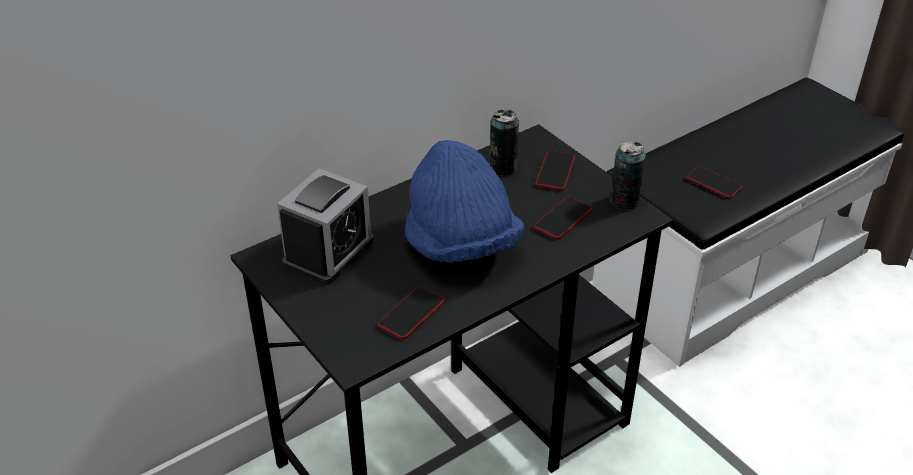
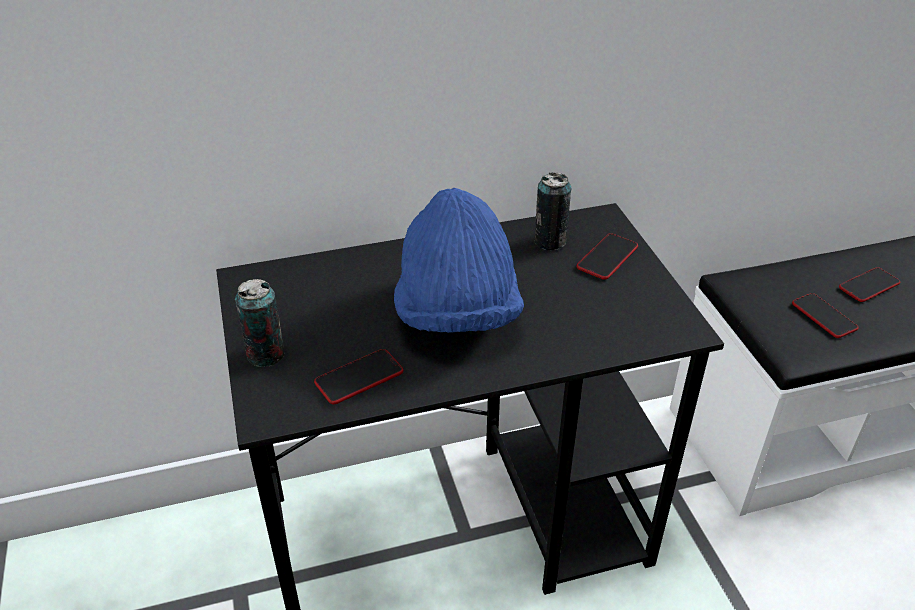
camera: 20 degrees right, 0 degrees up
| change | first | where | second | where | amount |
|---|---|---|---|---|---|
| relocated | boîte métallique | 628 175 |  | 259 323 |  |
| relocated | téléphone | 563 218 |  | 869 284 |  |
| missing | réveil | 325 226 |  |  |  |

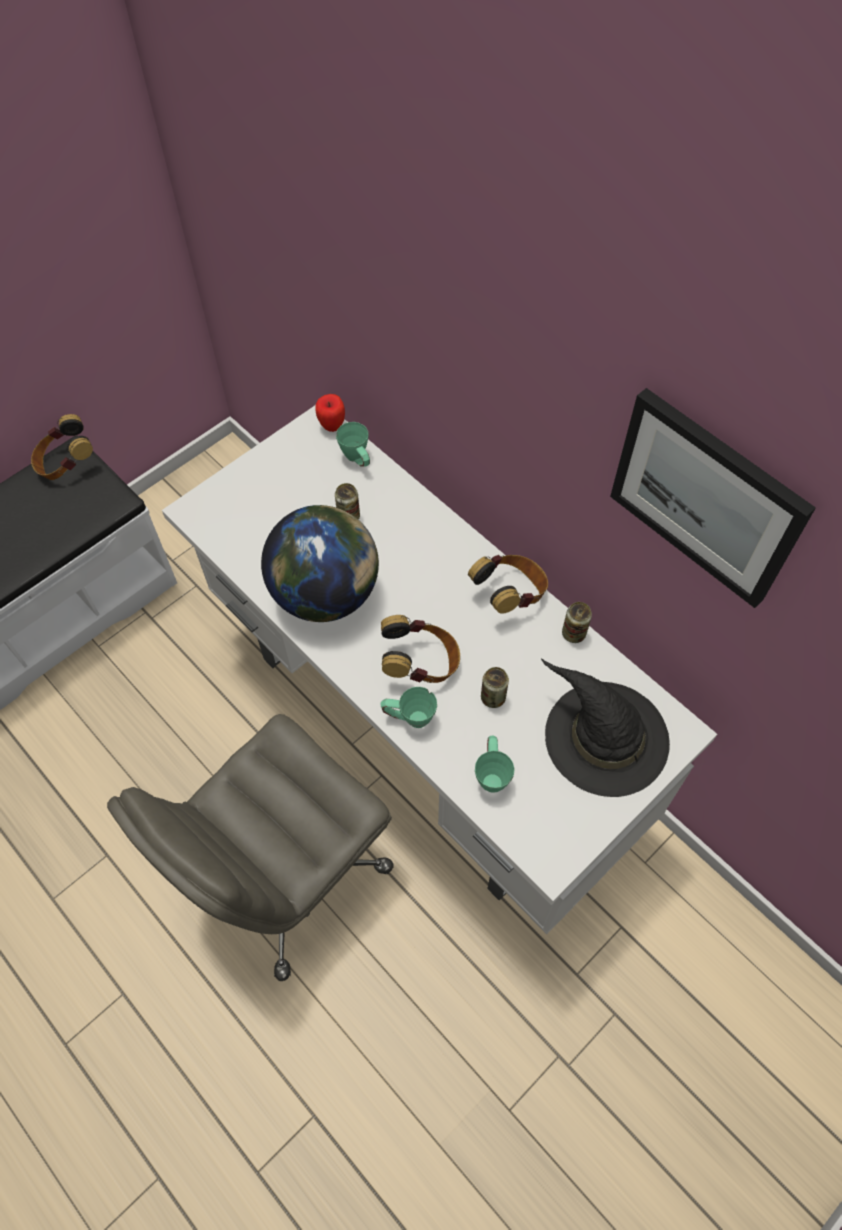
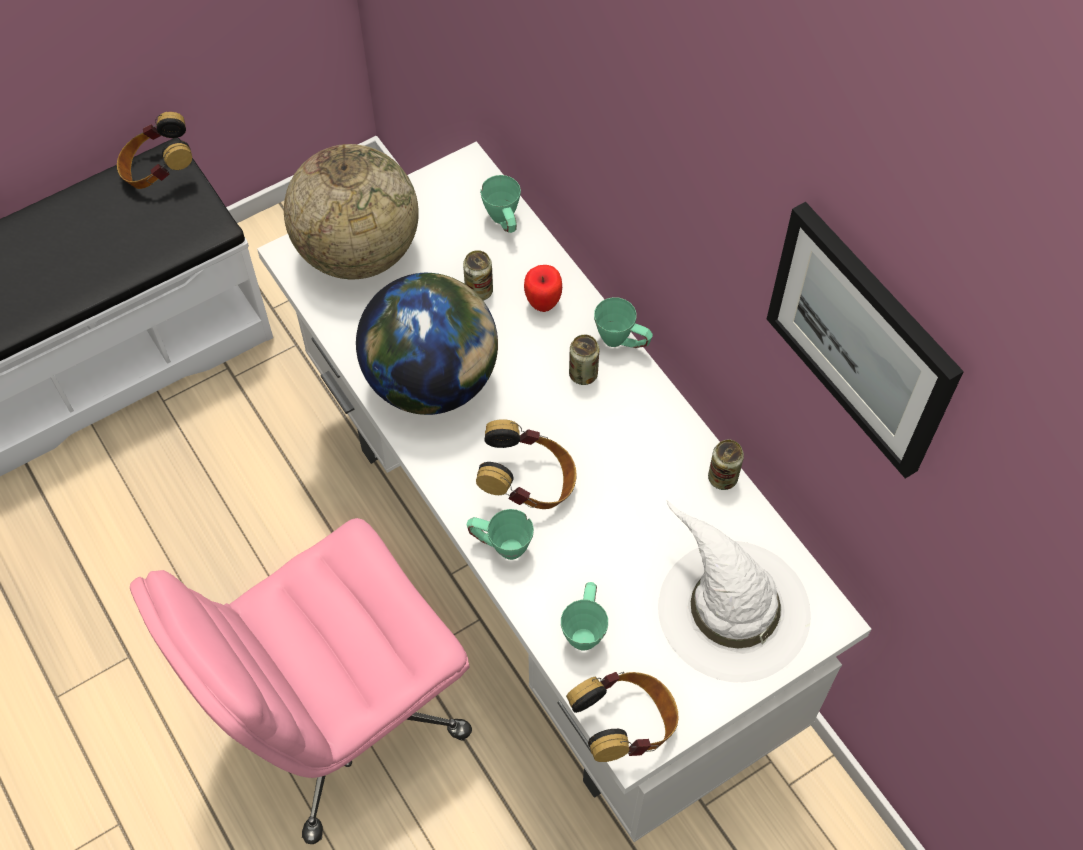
camera: 10 degrees right, 0 degrees up
| change | first | where | second | where | amount |
|---|---|---|---|---|---|
| colour | chaise de bureau (gris) | 250 847 | chaise de bureau (rose) | 301 681 |  |
| appeared |  |  | globe | 351 211 |  |
| relocated | pomme | 330 413 |  | 543 288 |  |
| relocated | casque audio | 508 584 |  | 622 717 |  |
| relocated | boîte métallique | 495 687 |  | 584 360 |  |
| appeared |  |  | mug (vert) | 623 322 |  |
| colour | chapeau (noir) | 605 728 | chapeau (blanc) | 734 591 |  |

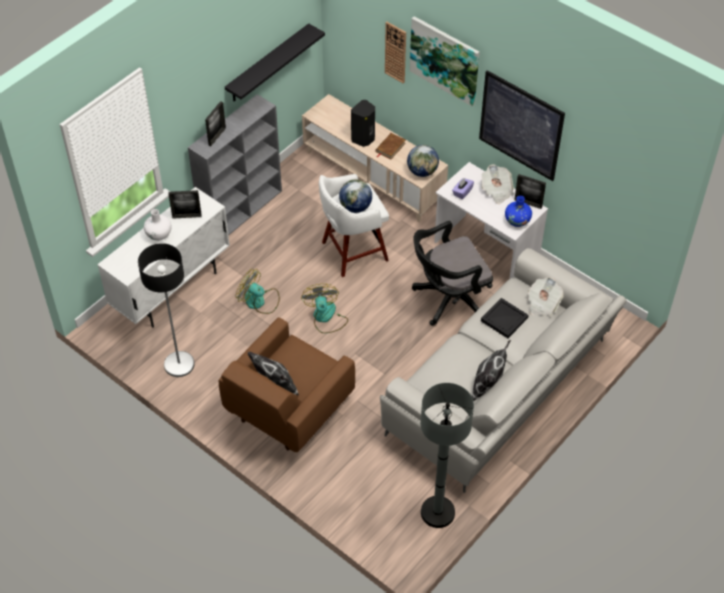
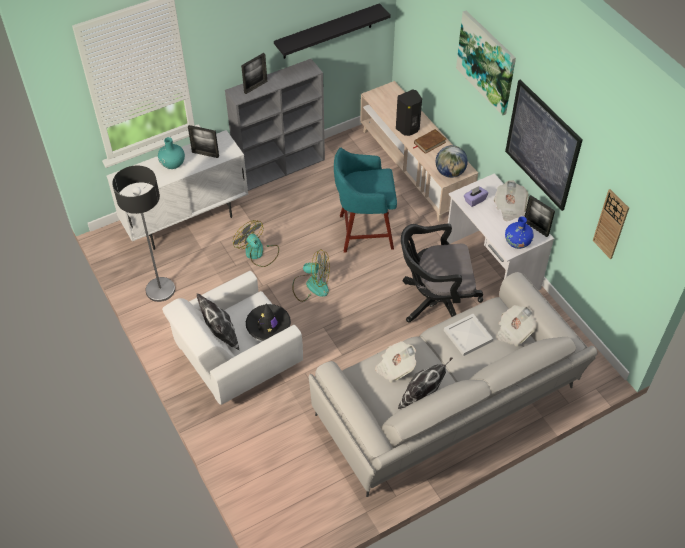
camera: 20 degrees right, 0 degrees up
| change | first | where | second | where | amount |
|---|---|---|---|---|---|
| colour | vase (blanc) | 157 225 | vase (turquoise) | 171 153 |  |
| colour | fauteuil (marron) | 287 385 | fauteuil (blanc) | 232 338 |  |
| appeared |  |  | chapeau (noir) | 268 322 |  |
| spun | ventilateur | 324 308 |  | 311 275 | 90 degrees clockwise |
| colour | tabouret (blanc) | 354 225 | tabouret (turquoise) | 365 200 |  |
| appeared |  |  | journal | 395 361 |  |
| colour | plateau (noir) | 505 318 | plateau (blanc) | 468 335 |  |
| relocated | horloge murale | 395 53 |  | 611 224 |  |
| missing | globe | 355 196 |  |  |  |
| missing | lampadaire (gris) | 447 455 |  |  |  |

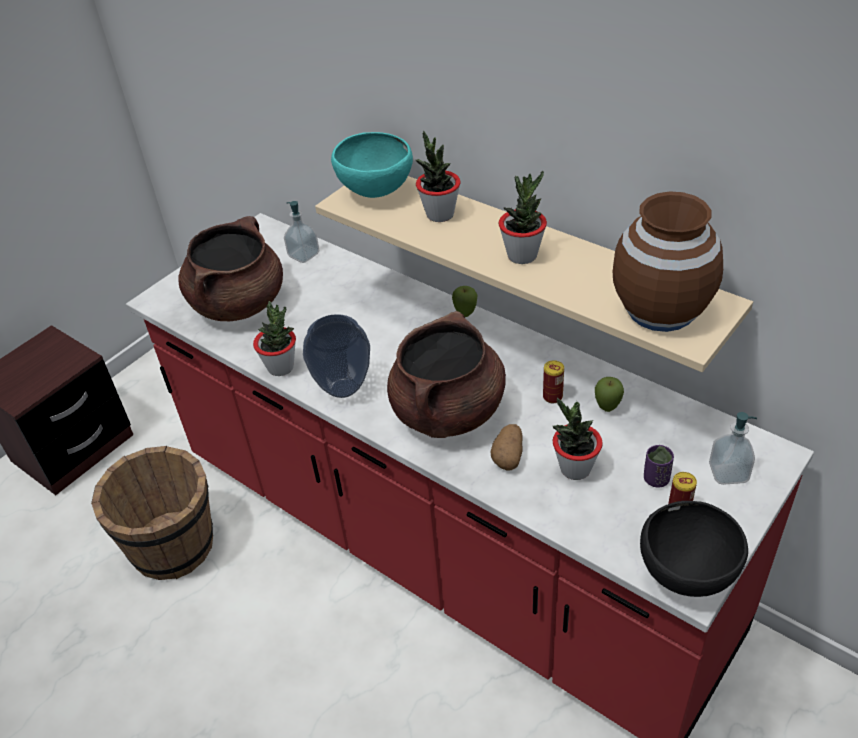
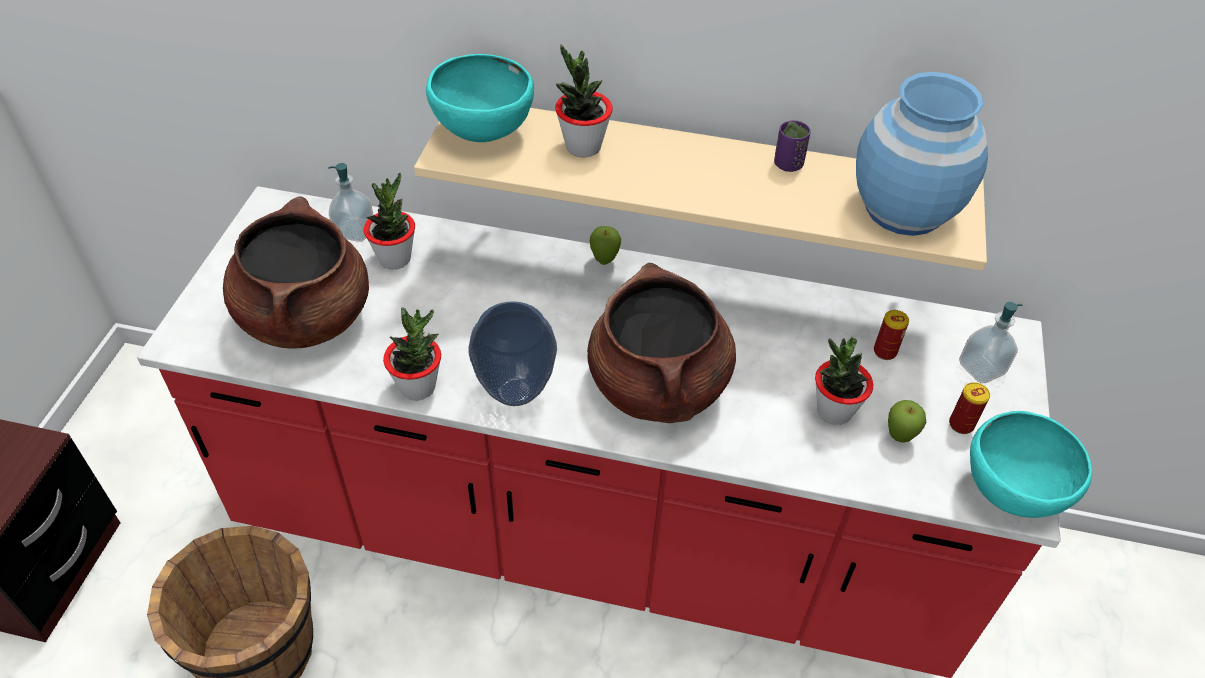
camera: 30 degrees left, 5 degrees up
| change | first | where | second | where | amount |
|---|---|---|---|---|---|
| relocated | plante en pot | 523 217 |  | 389 220 |  |
| relocated | tasse (violet) | 659 466 |  | 792 146 |  |
| colour | vase (marron) | 668 261 | vase (bleu) | 922 154 |  |
| relocated | boîte métallique | 553 381 |  | 891 335 |  |
| relocated | pomme | 609 394 |  | 907 421 |  |
| colour | bol (noir) | 694 549 | bol (turquoise) | 1031 464 |  |
| missing | pomme de terre | 506 447 |  |  |  |

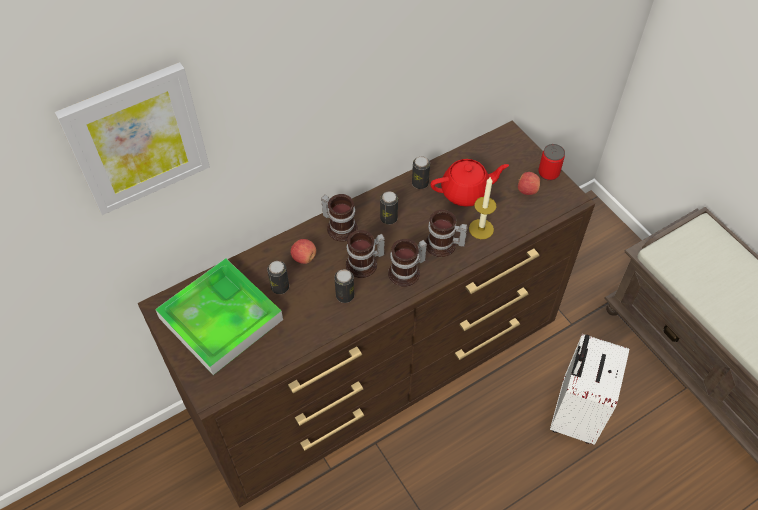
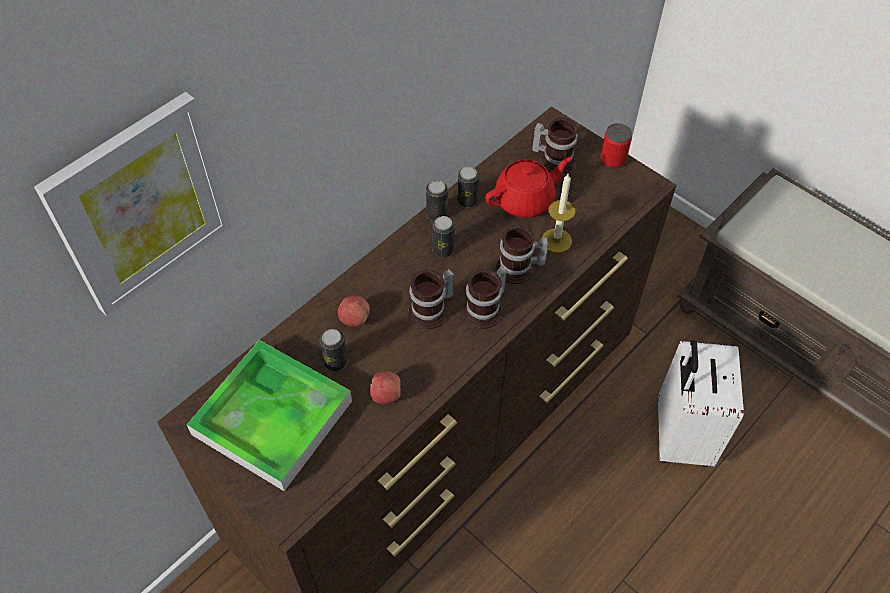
camera: 15 degrees left, 0 degrees up
| change | first | where | second | where | amount |
|---|---|---|---|---|---|
| relocated | pomme | 529 183 |  | 385 387 |  |
| relocated | boîte métallique | 344 286 |  | 437 200 |  |
| relocated | mug | 339 217 |  | 555 145 |  |

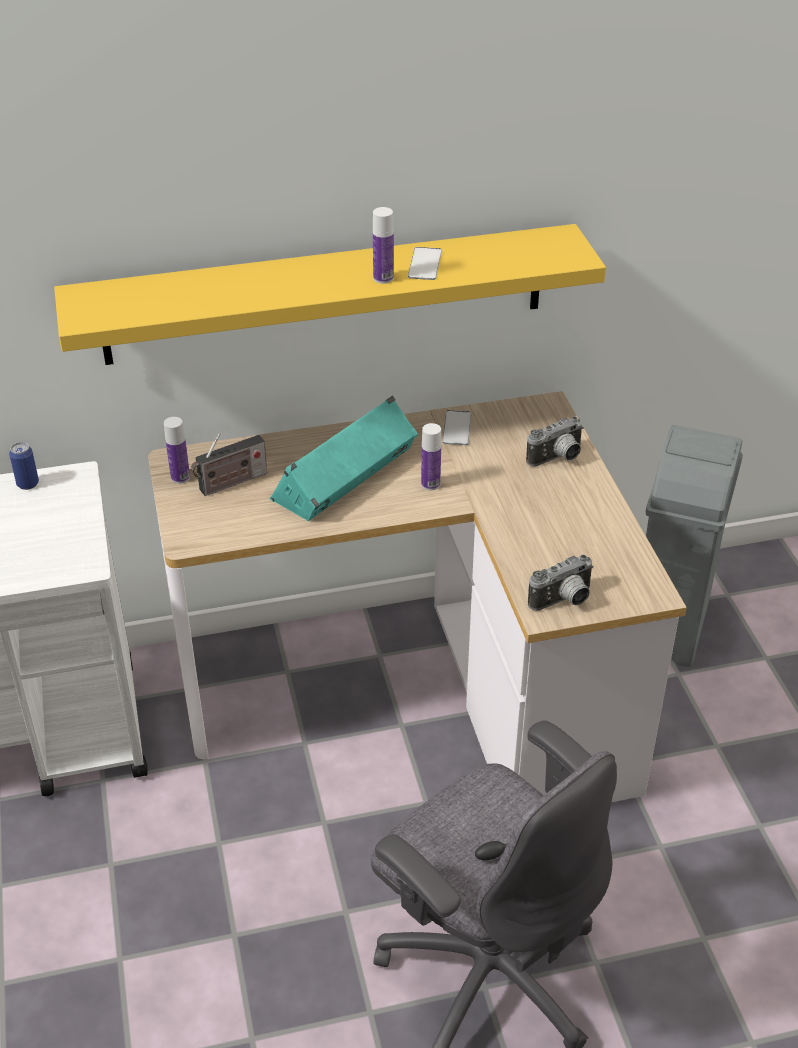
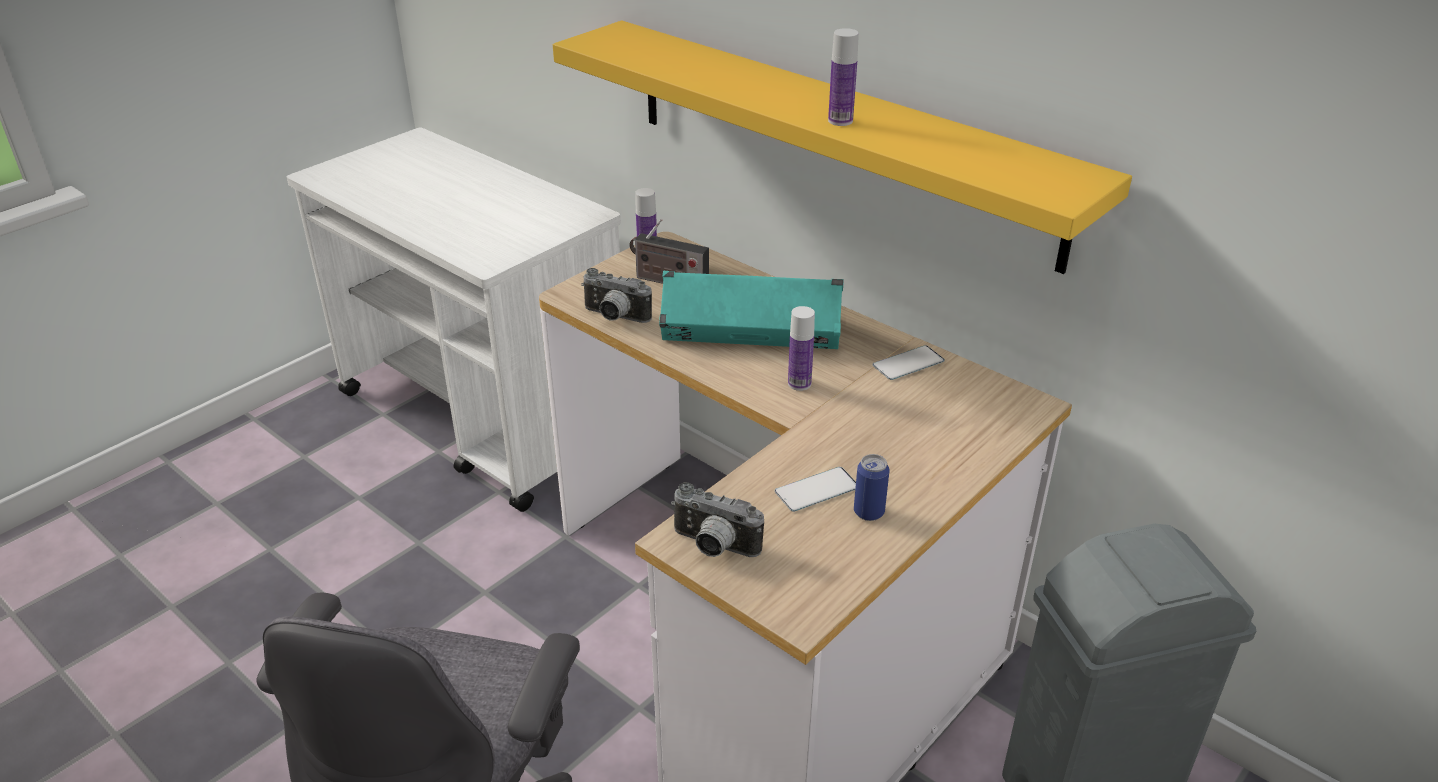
camera: 55 degrees right, 5 degrees down
| change | first | where | second | where | amount |
|---|---|---|---|---|---|
| relocated | appareil photo | 555 441 |  | 616 295 |  |
| relocated | téléphone | 425 263 |  | 815 489 |  |
| relocated | boîte métallique | 24 466 |  | 872 487 |  |

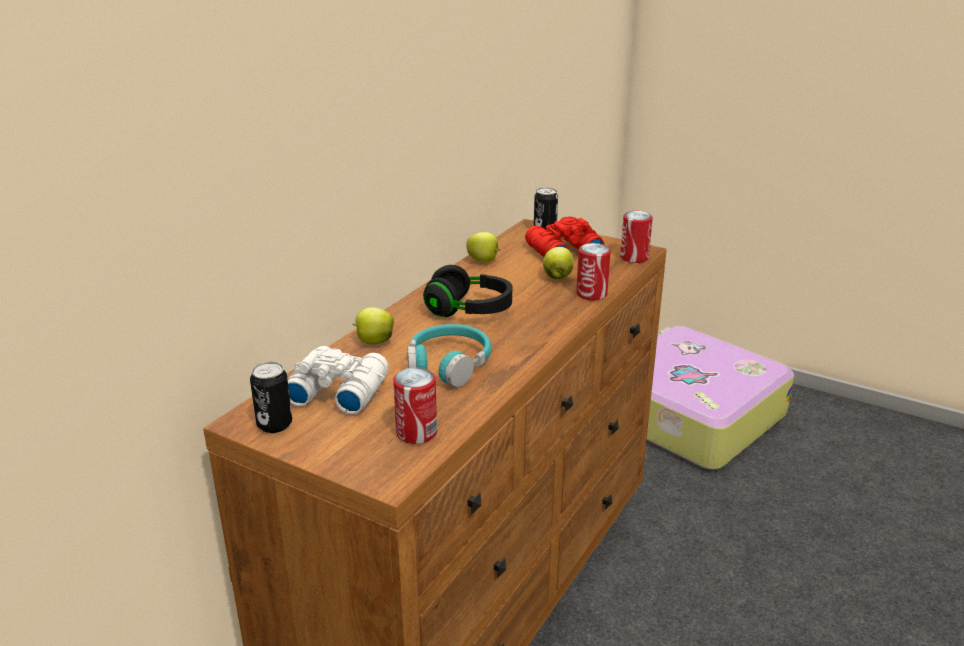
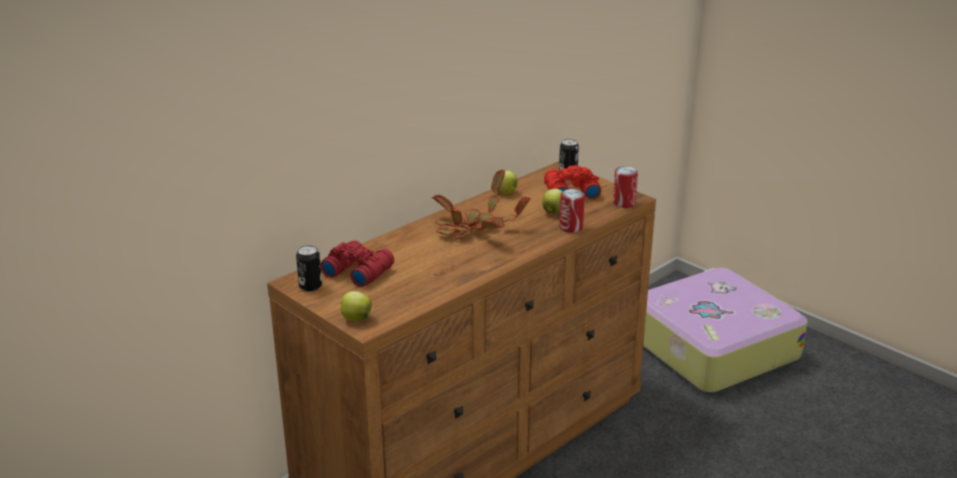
camera: 15 degrees right, 0 degrees up
| change | first | where | second | where | amount |
|---|---|---|---|---|---|
| colour | jumelles (blanc) | 338 380 | jumelles (rouge) | 357 263 |  |
| relocated | pomme | 373 326 |  | 356 306 |  |
| exchanged | casque audio (noir) | 467 291 | plante en pot | 481 204 |  |
| missing | boîte métallique | 415 405 |  |  |  |
| missing | casque audio (turquoise) | 449 355 |  |  |  |

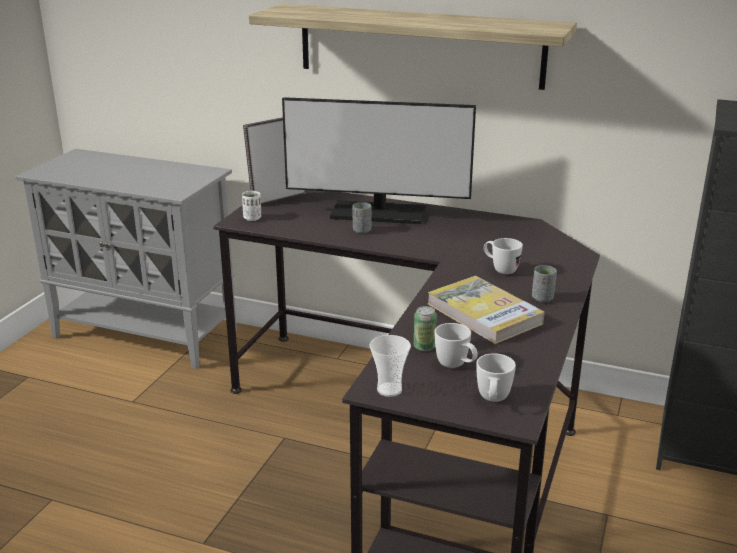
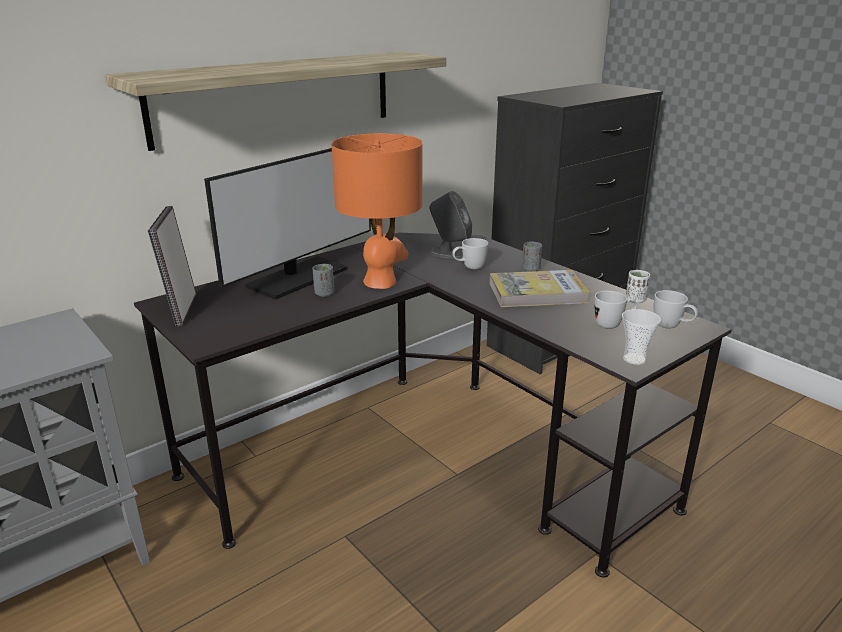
camera: 60 degrees left, 0 degrees up
| change | first | where | second | where | amount |
|---|---|---|---|---|---|
| appeared |  |  | lampe de table (orange) | 377 211 |  |
| appeared |  |  | enceinte (gris) | 450 225 |  |
| relocated | tasse (blanc) | 251 206 |  | 638 287 |  |
| missing | boîte métallique | 425 328 |  |  |  |

